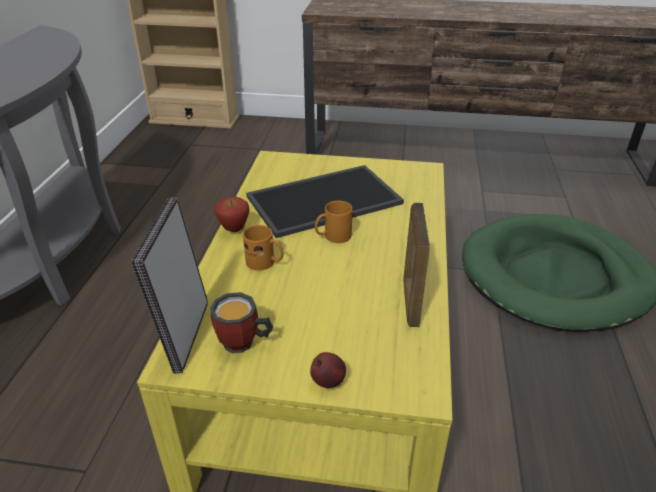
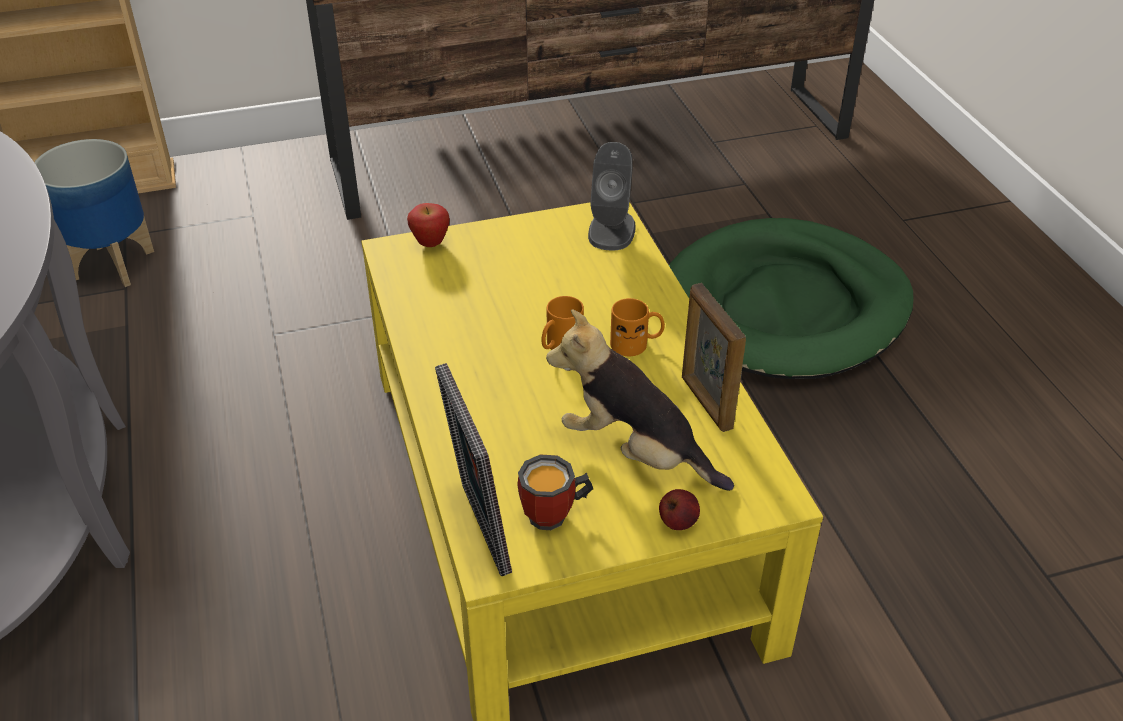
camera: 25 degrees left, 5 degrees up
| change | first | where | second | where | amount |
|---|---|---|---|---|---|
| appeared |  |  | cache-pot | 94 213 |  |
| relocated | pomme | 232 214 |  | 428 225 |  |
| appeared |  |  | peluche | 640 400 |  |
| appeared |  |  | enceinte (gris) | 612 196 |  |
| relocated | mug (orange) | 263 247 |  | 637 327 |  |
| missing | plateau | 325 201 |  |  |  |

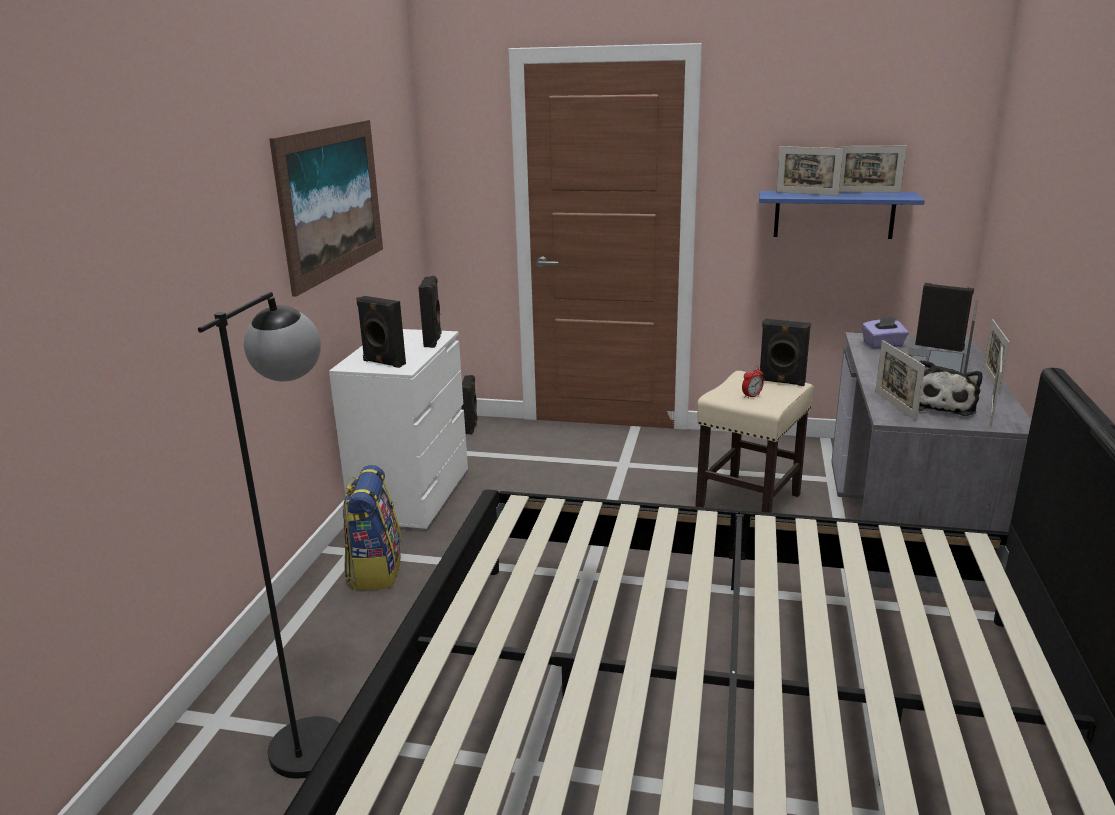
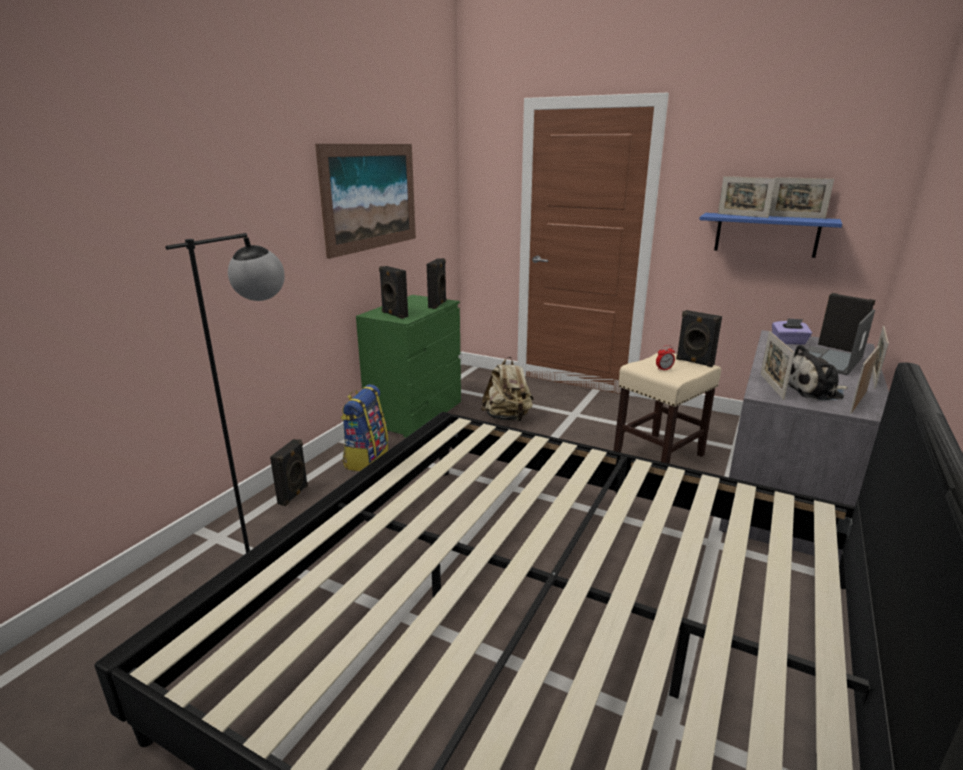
camera: 15 degrees right, 0 degrees up
| change | first | where | second | where | amount |
|---|---|---|---|---|---|
| relocated | enceinte (noir) | 469 405 |  | 289 472 |  |
| colour | commode (blanc) | 398 430 | commode (vert) | 408 366 |  |
| appeared |  |  | sac à dos (beige) | 507 389 |  |
| spun | peluche | 950 388 |  | 818 373 | 45 degrees clockwise |

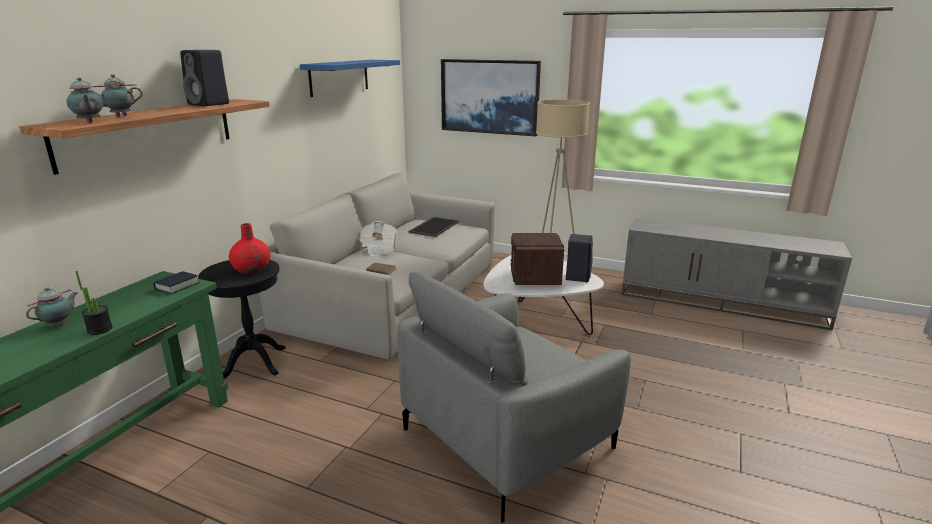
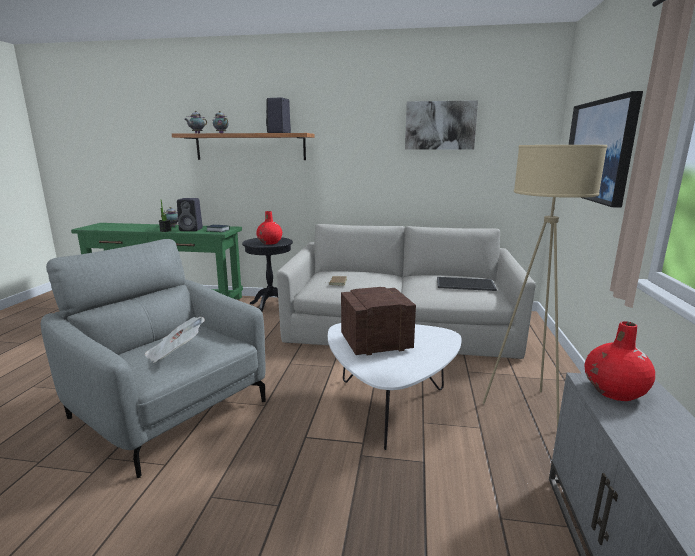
camera: 75 degrees right, 5 degrees down
| change | first | where | second | where | amount |
|---|---|---|---|---|---|
| relocated | journal | 378 238 |  | 174 340 |  |
| relocated | enceinte (noir) | 579 258 |  | 190 214 |  |
| exchanged | étagère (bleu) | 350 78 | tableau | 441 125 |  |
| appeared |  |  | vase (rouge) | 619 361 |  |

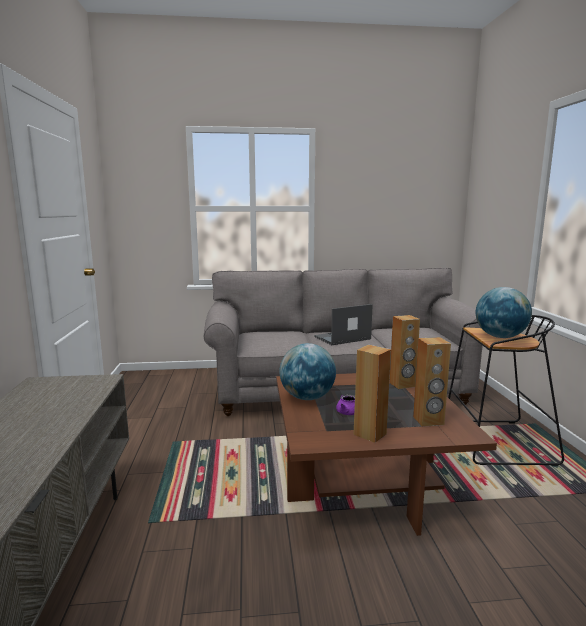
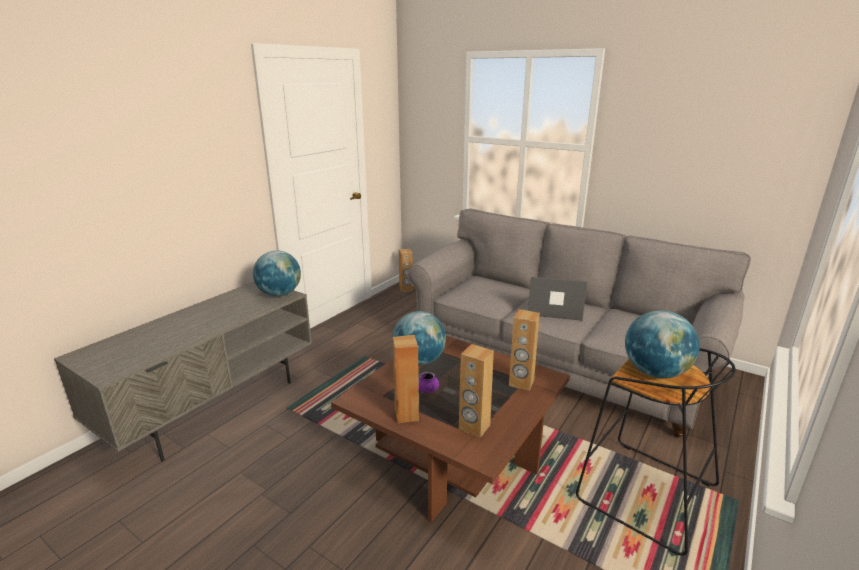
camera: 40 degrees right, 10 degrees up
| change | first | where | second | where | amount |
|---|---|---|---|---|---|
| appeared |  |  | globe | 277 273 |  |
| appeared |  |  | enceinte (marron) | 406 270 |  |

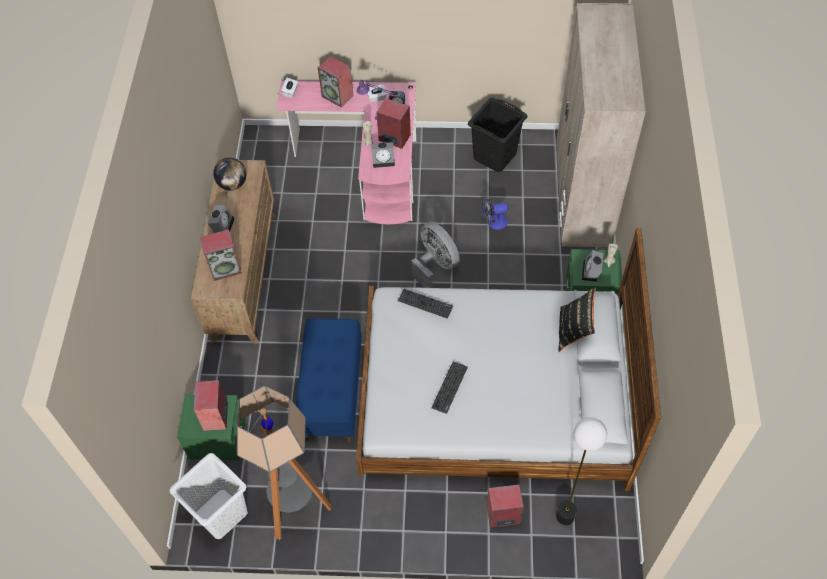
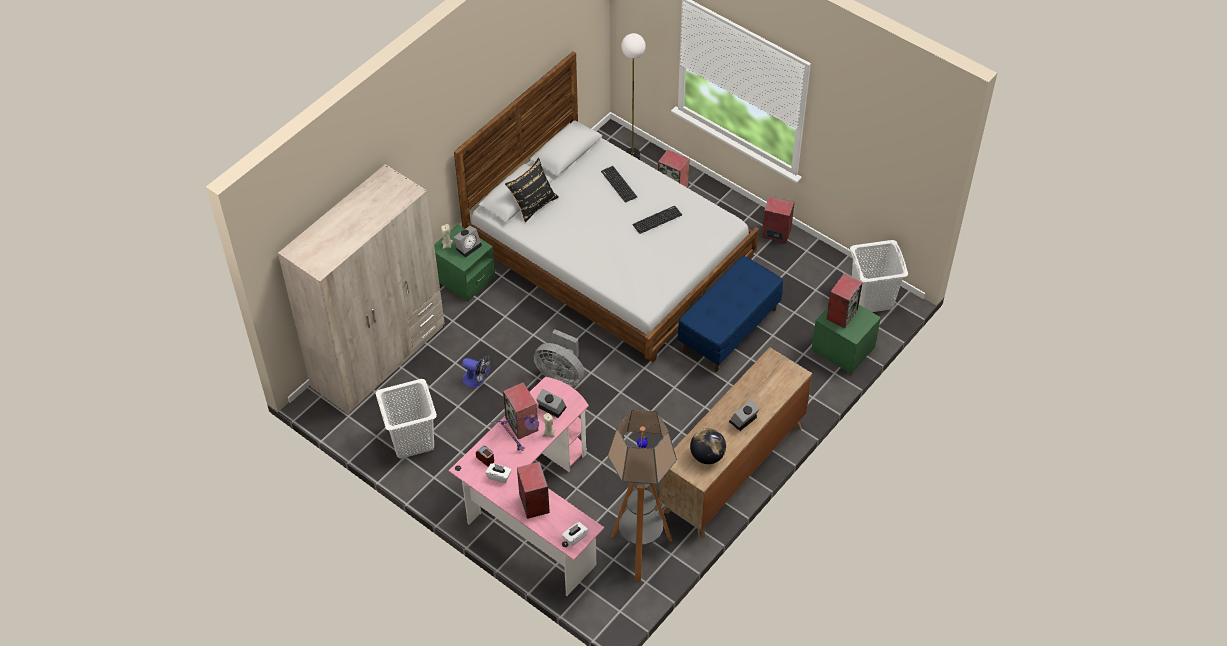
camera: 145 degrees left, 5 degrees down
| change | first | where | second | where | amount |
|---|---|---|---|---|---|
| colour | panier à linge (noir) | 498 135 | panier à linge (blanc) | 406 419 |  |
| spun | ventilateur (gris) | 436 255 |  | 559 358 | 60 degrees counterclockwise |
| relocated | clavier | 425 303 |  | 619 184 |  |
| relocated | lampadaire | 284 463 |  | 642 496 |  |
| relocated | enceinte | 221 255 |  | 778 219 |  |

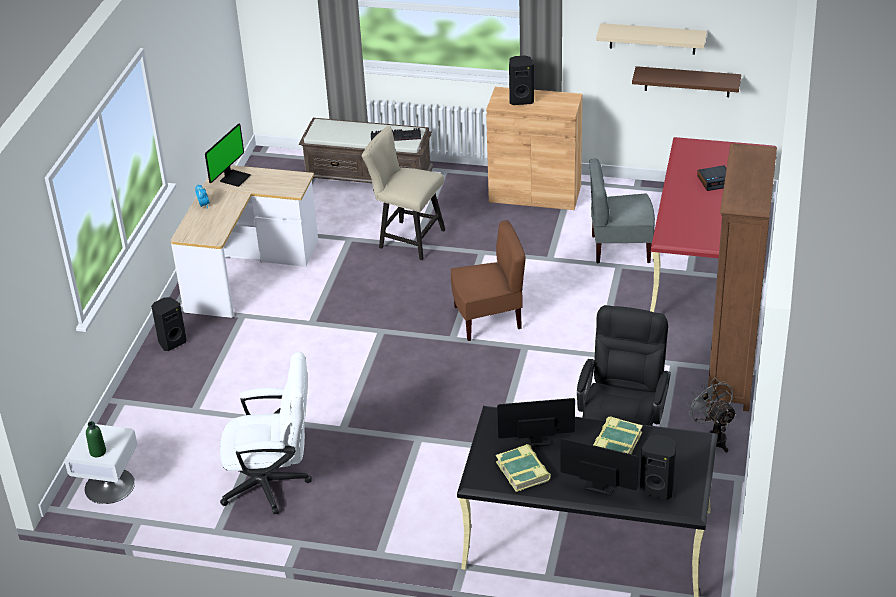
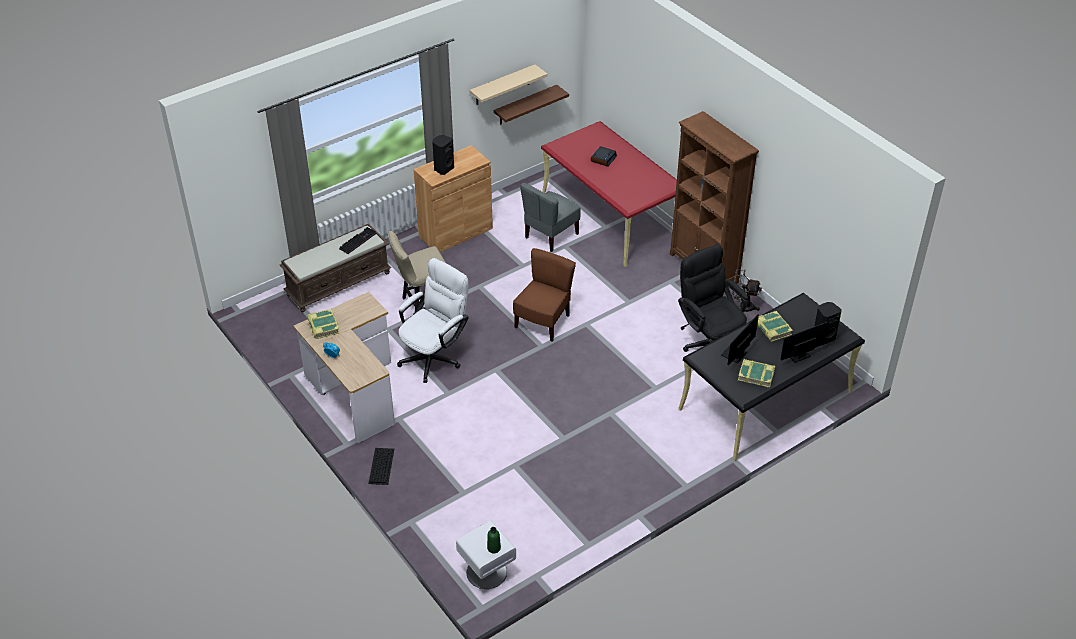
camera: 50 degrees left, 5 degrees up
| change | first | where | second | where | amount |
|---|---|---|---|---|---|
| exchanged | écran d'ordinateur | 228 155 | livre | 323 324 |  |
| exchanged | enceinte (noir) | 169 324 | clavier | 381 466 |  |
| relocated | chaise de bureau (blanc) | 266 433 |  | 433 320 |  |

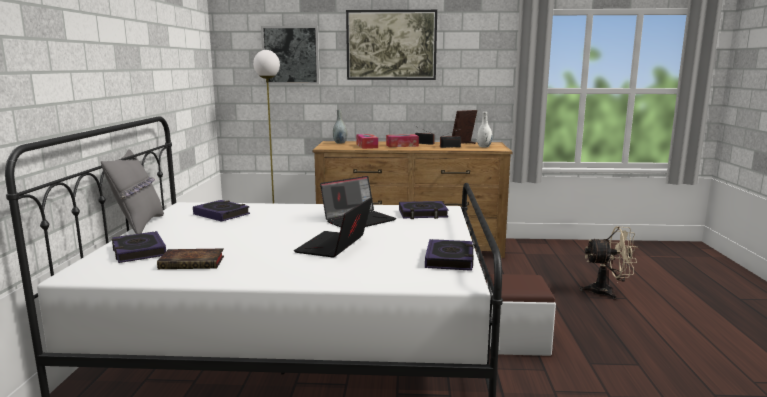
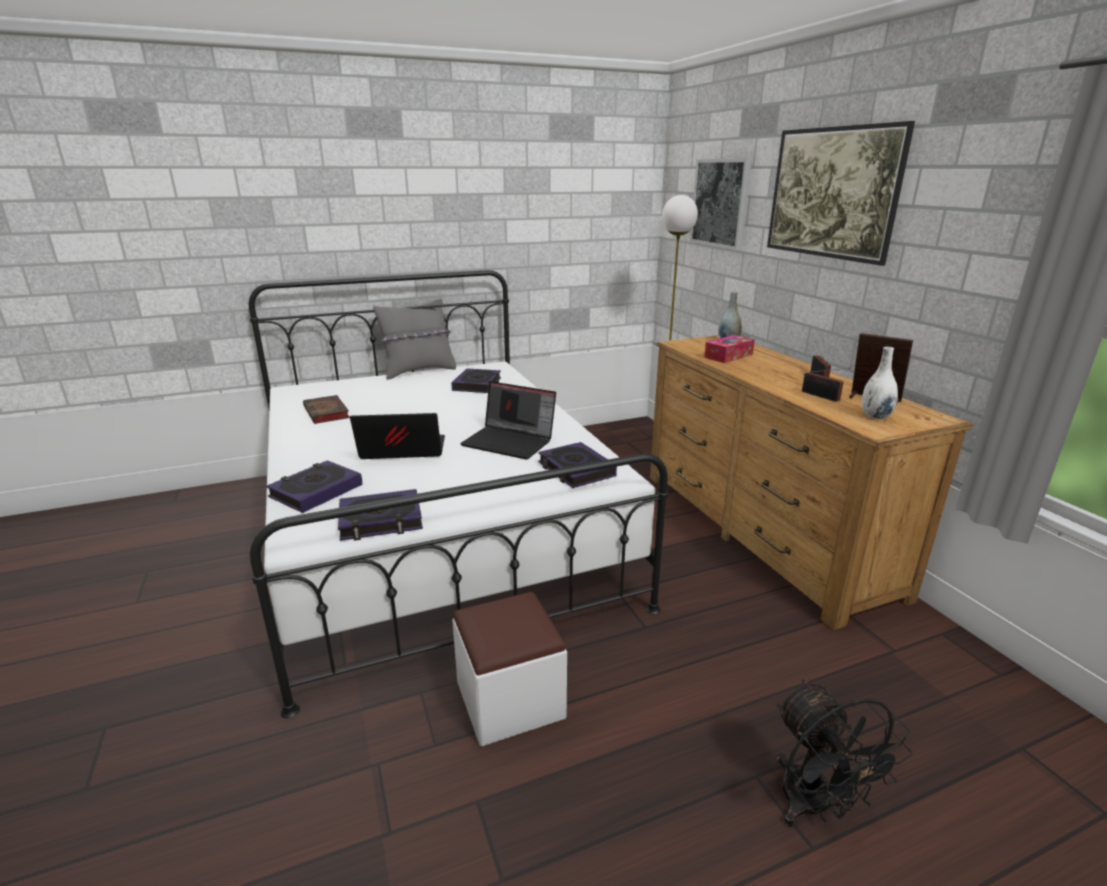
camera: 65 degrees right, 10 degrees up
| change | first | where | second | where | amount |
|---|---|---|---|---|---|
| relocated | livre | 139 247 |  | 314 486 |  |
| colour | ventilateur (beige) | 608 263 | ventilateur (noir) | 844 753 |  |
| missing | boîte à mouchoirs | 402 140 |  |  |  |

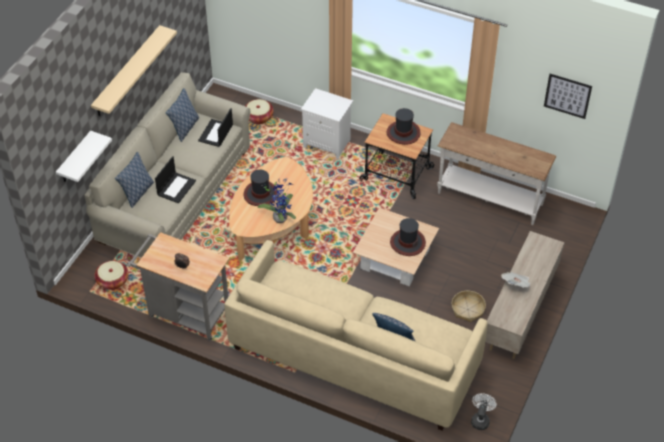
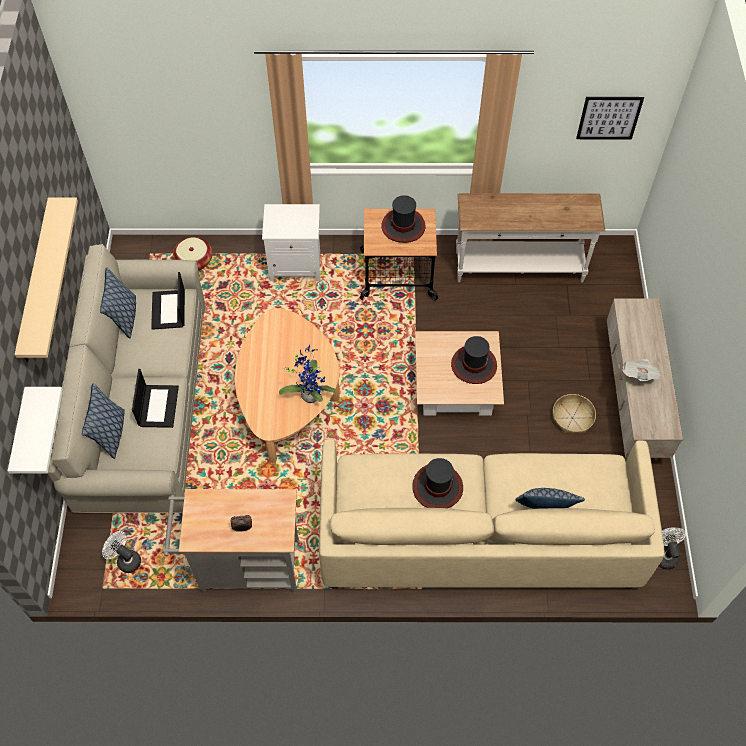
camera: 25 degrees left, 10 degrees up
| change | first | where | second | where | amount |
|---|---|---|---|---|---|
| exchanged | panier | 111 275 | ventilateur (blanc) | 121 552 |  |
| relocated | chapeau | 260 188 |  | 437 483 |  |

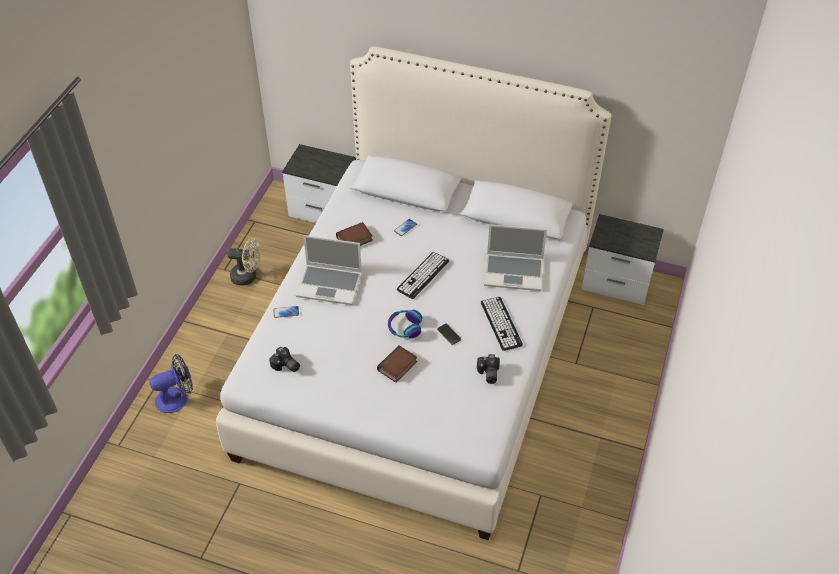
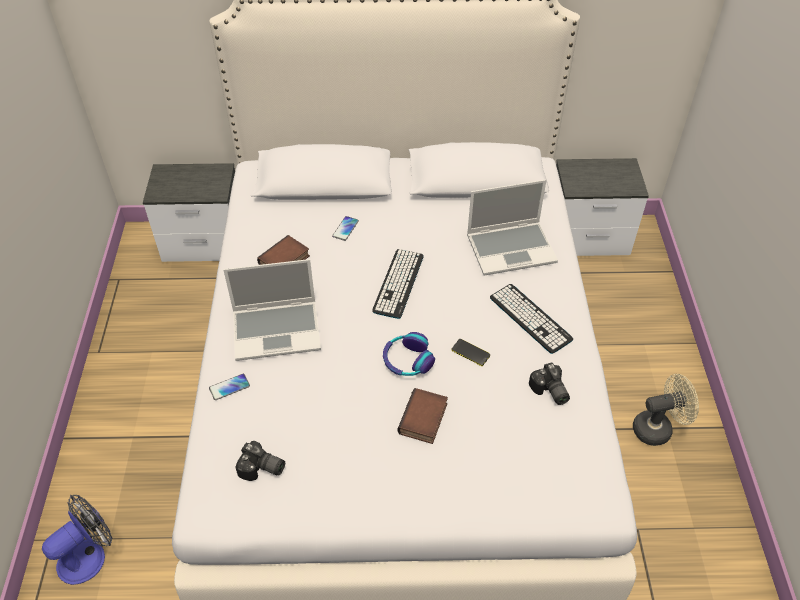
camera: 20 degrees left, 0 degrees up
| change | first | where | second | where | amount |
|---|---|---|---|---|---|
| relocated | ventilateur (beige) | 244 262 |  | 666 410 |  |

